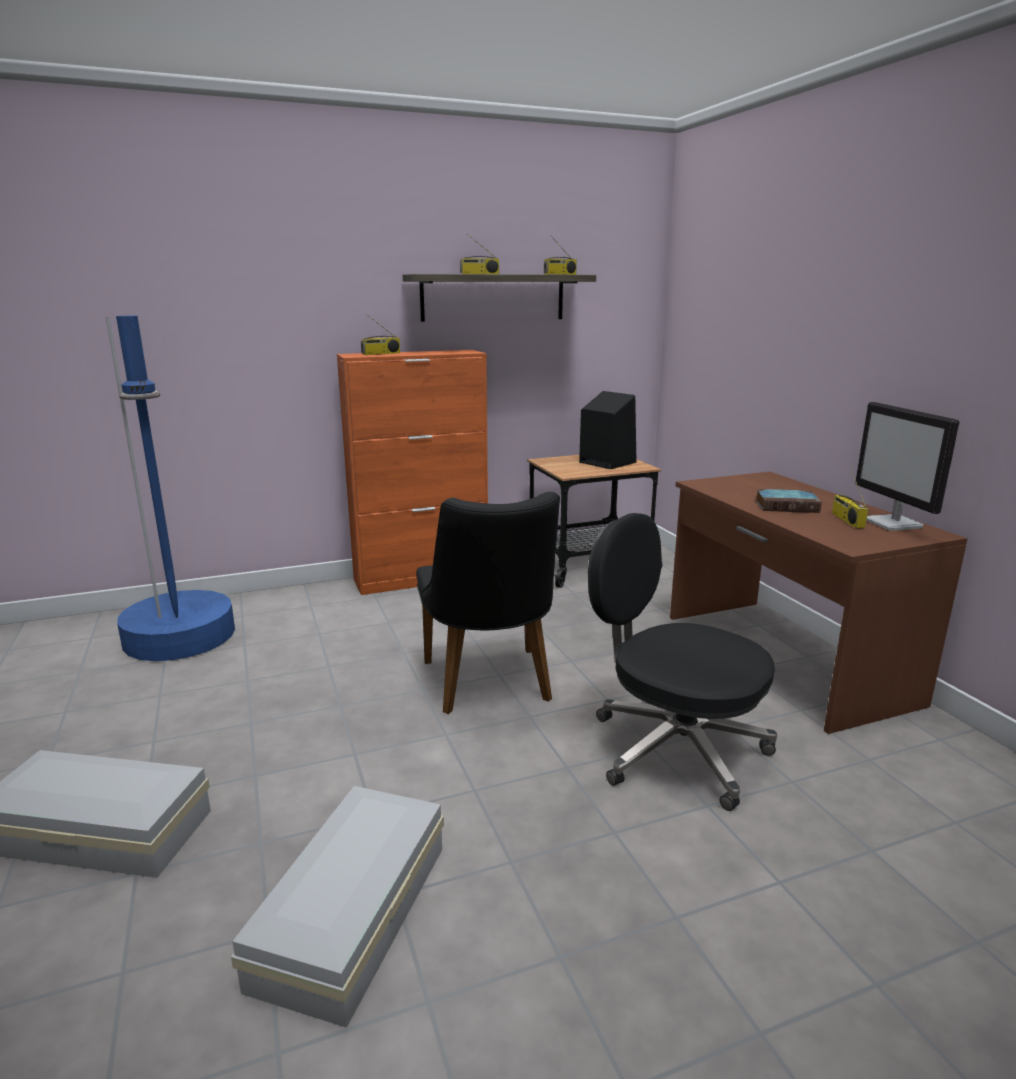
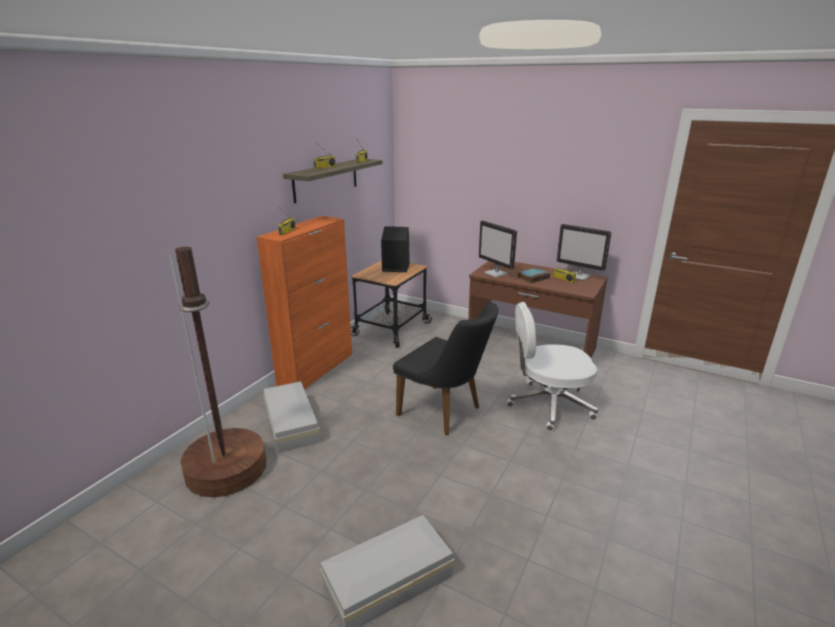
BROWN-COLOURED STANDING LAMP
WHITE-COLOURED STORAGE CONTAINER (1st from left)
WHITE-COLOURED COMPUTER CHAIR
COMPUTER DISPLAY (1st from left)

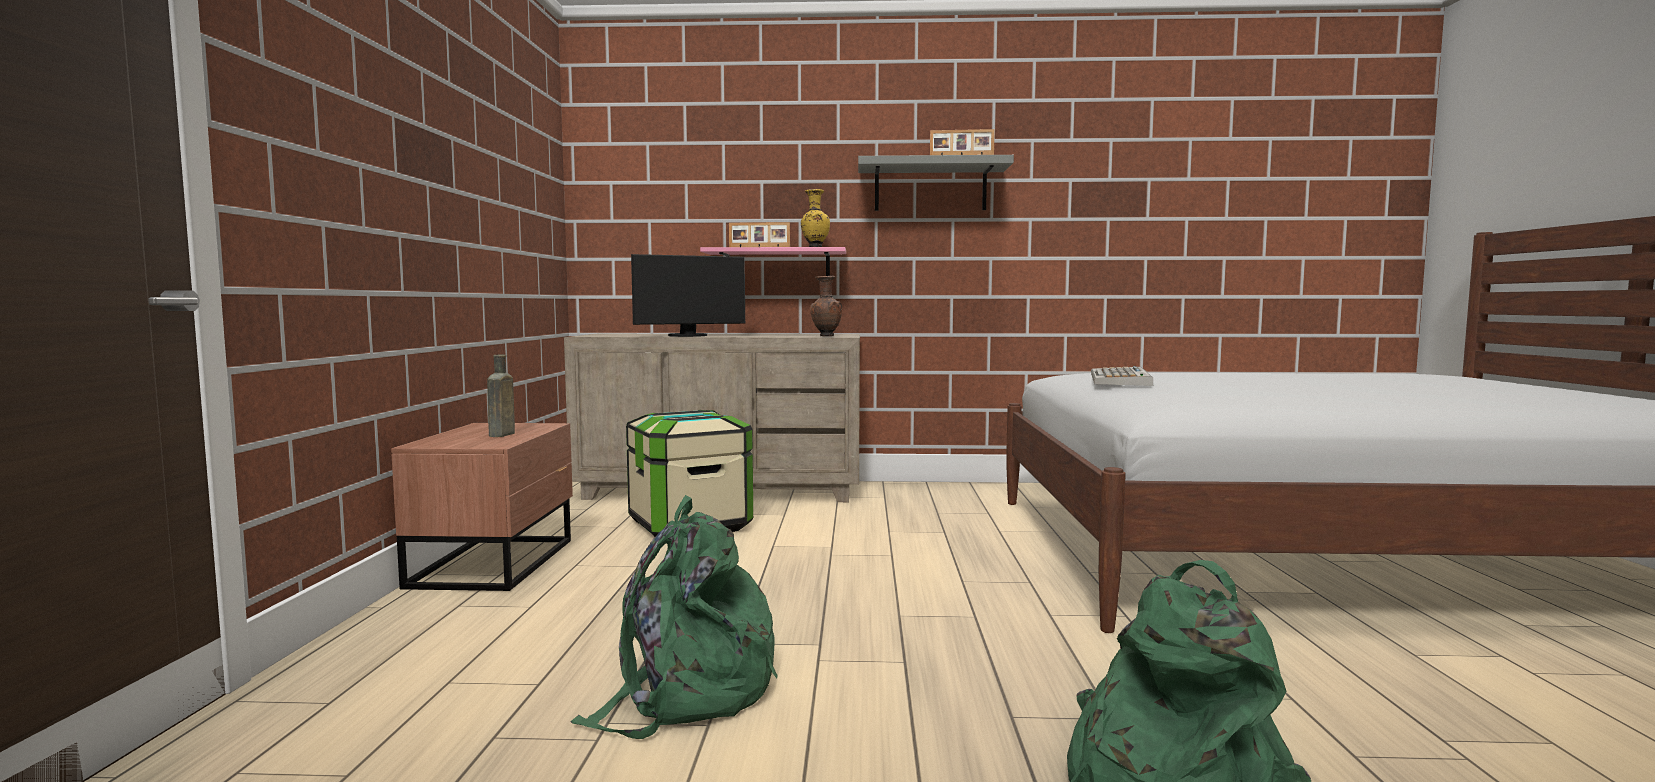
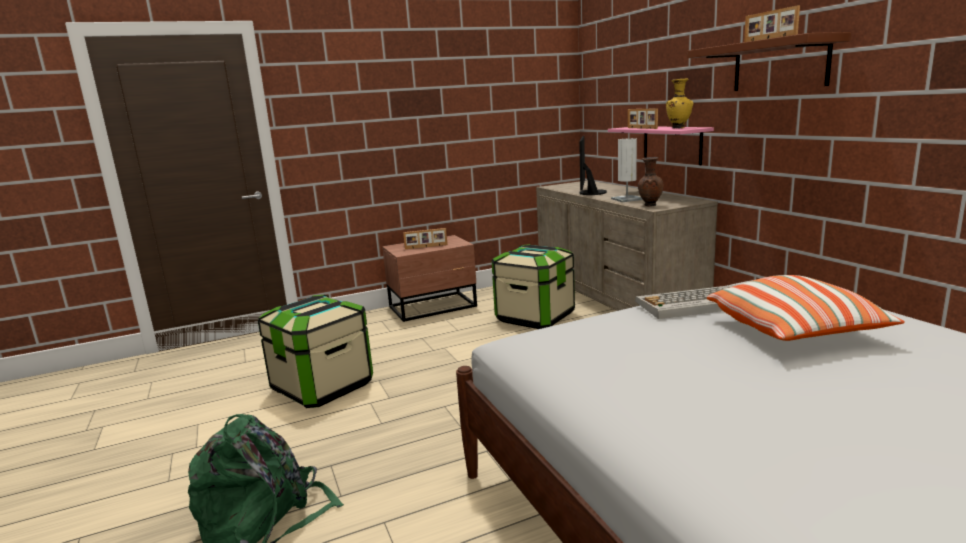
PHOTO FRAME (1st from left)
STORAGE CONTAINER (1st from left)
COMPUTER DISPLAY
BROWN-COLOURED WALL SHELF
WHITE-COLOURED TABLE LAMP
PILLOW

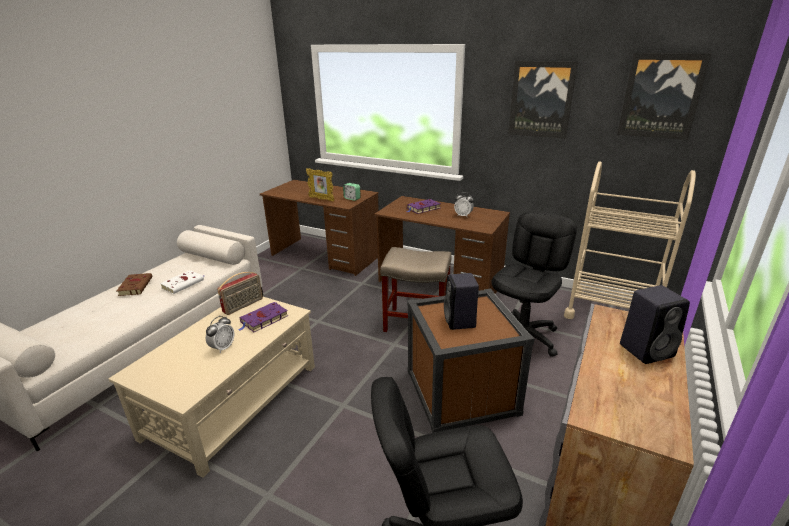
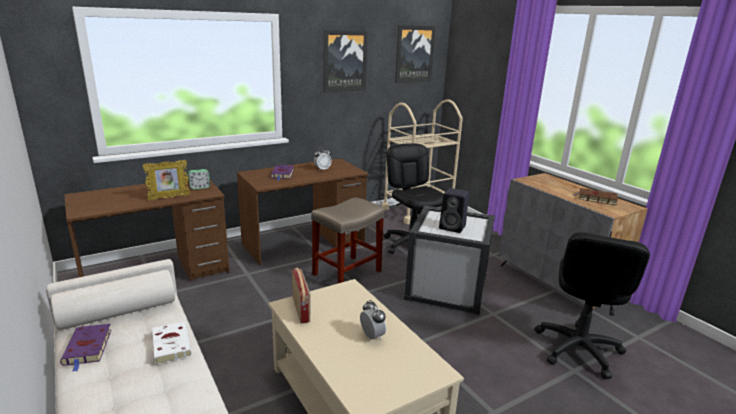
BROWN-COLOURED VOLUME
PURPLE VOLUME (1st from left)
WHITE-COLOURED STORAGE CONTAINER
BLACK SPEAKER (2nd from left in the first image)

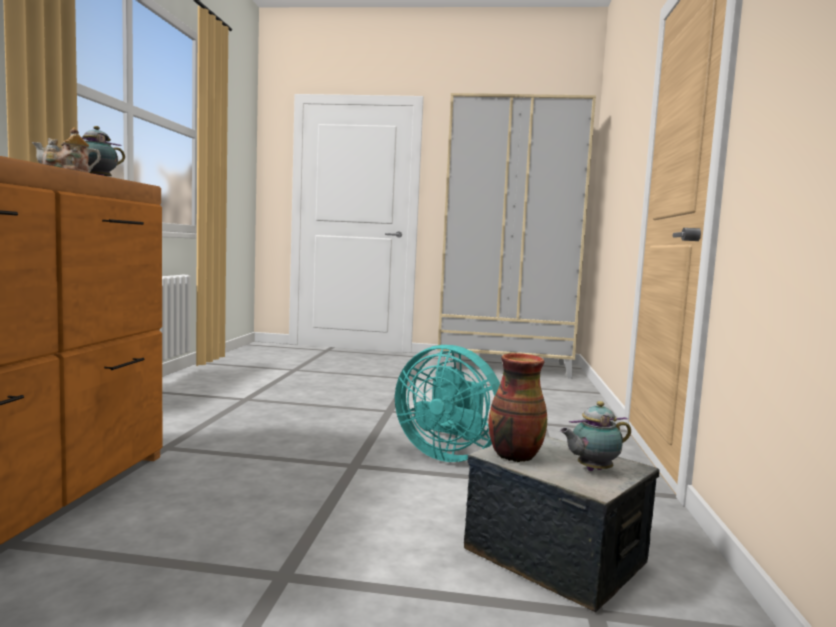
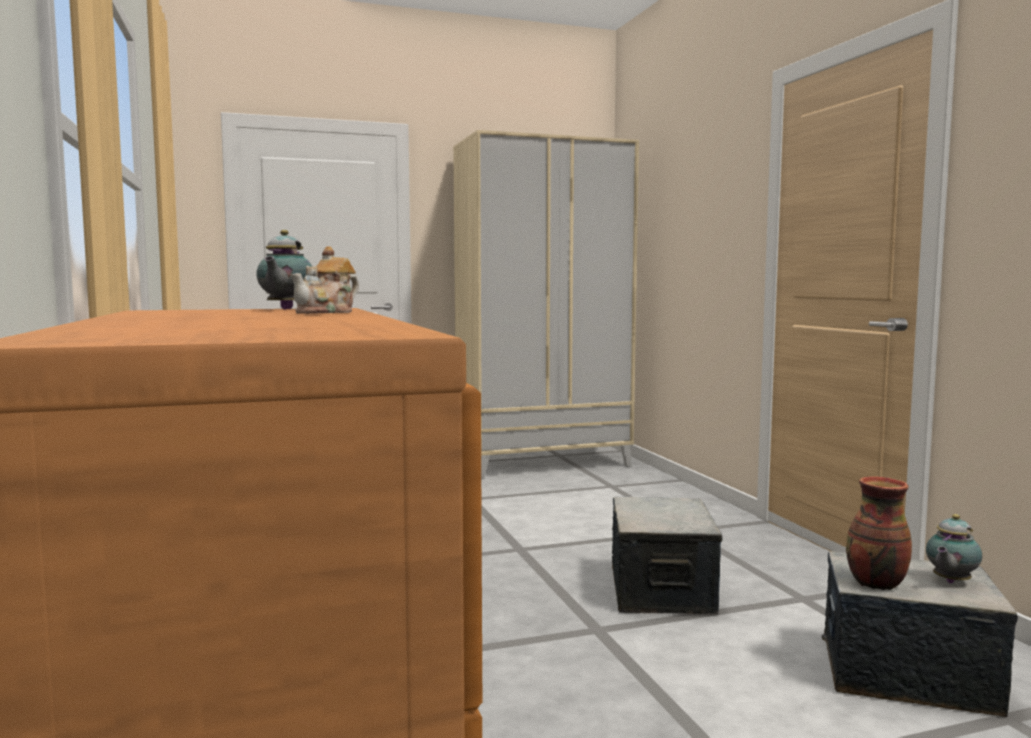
STORAGE CONTAINER (1st from left)

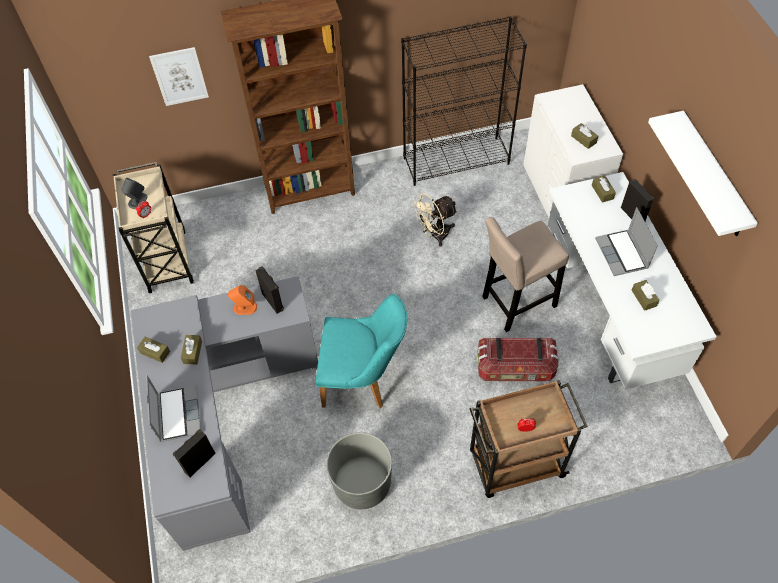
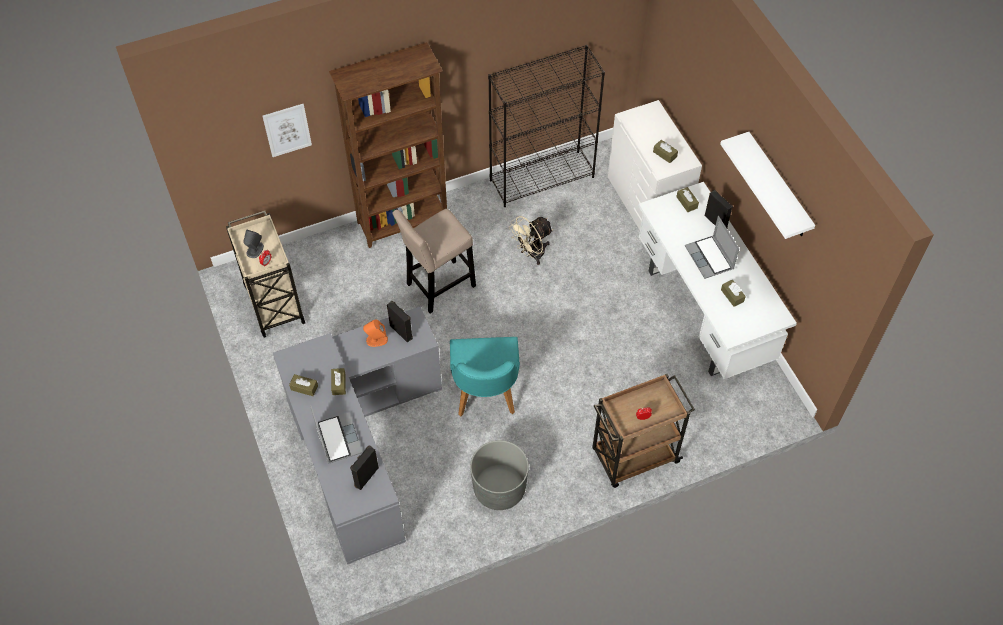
BLUE-GREEN UPRIGHT CHAIR
STORAGE CONTAINER
BEIGE-COLOURED STOOL SEAT

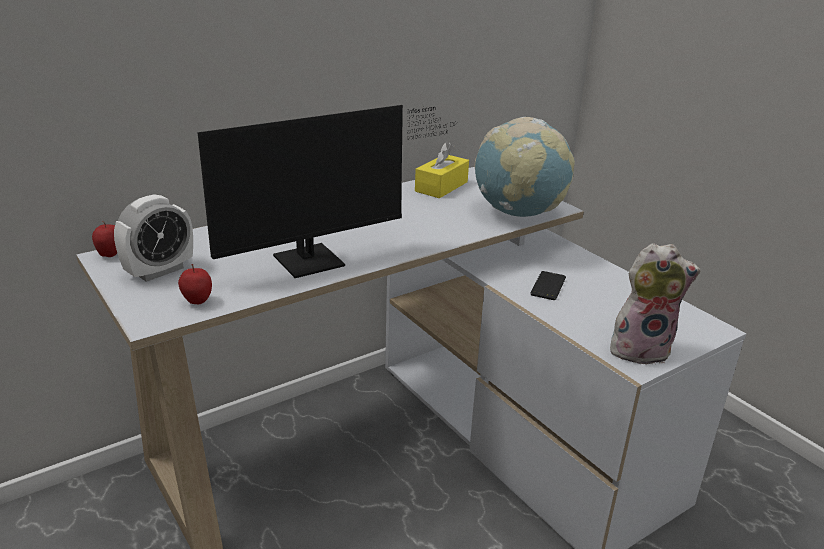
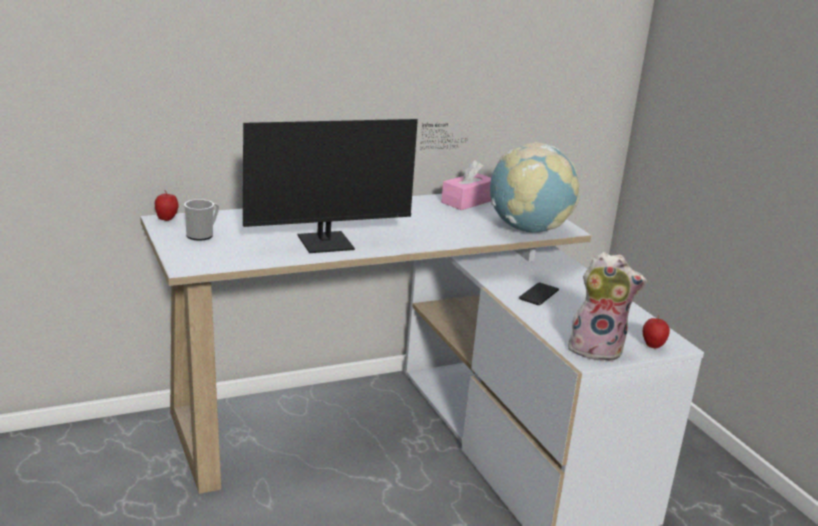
TEA MUG
WHOLE APPLE (2nd from left)
PINK-COLOURED BOX OF TISSUES

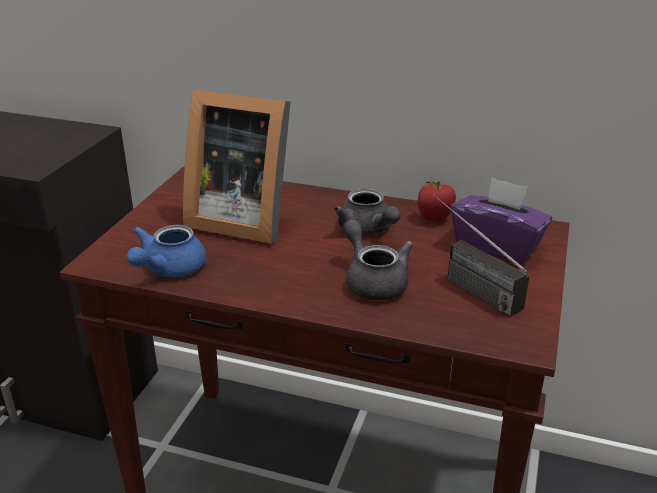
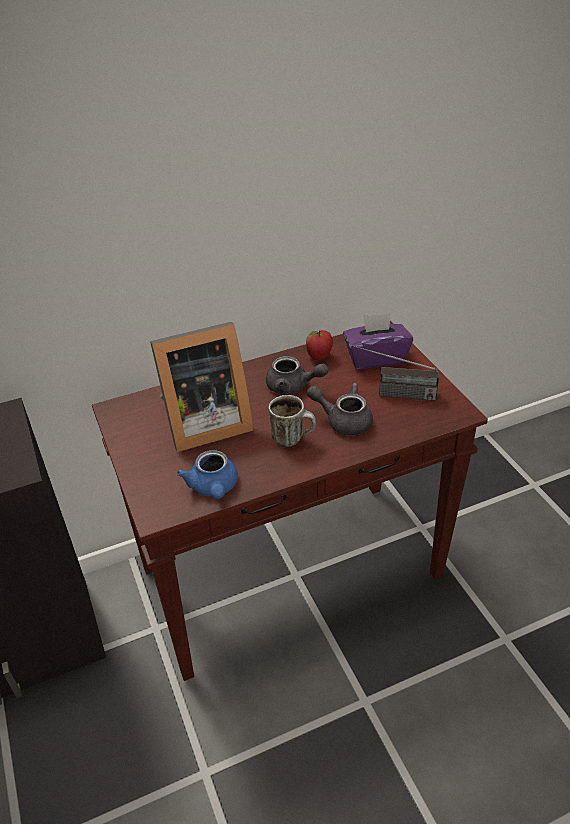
TEA MUG

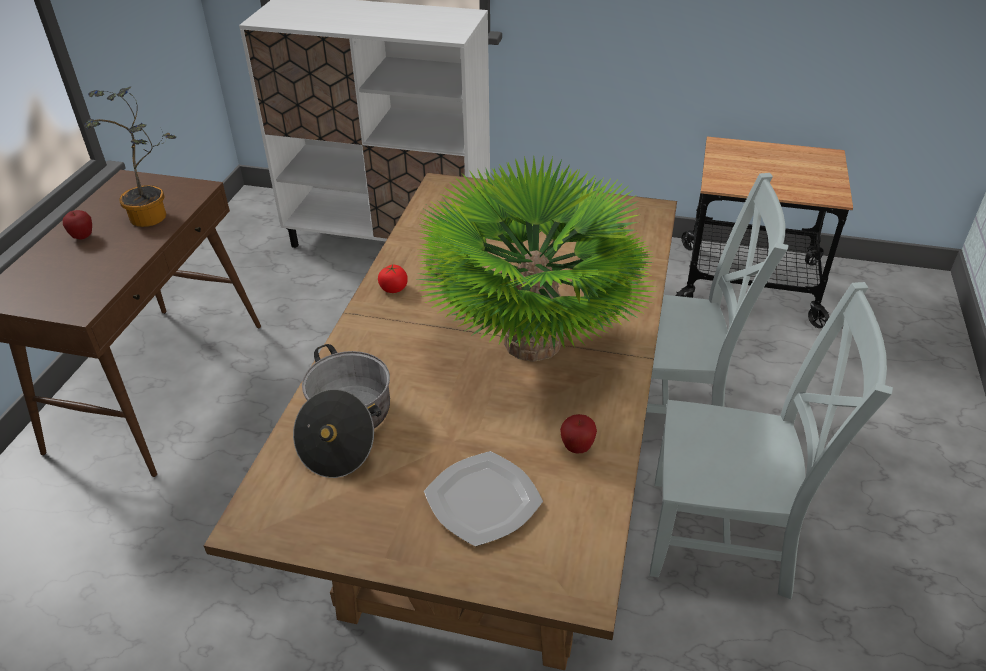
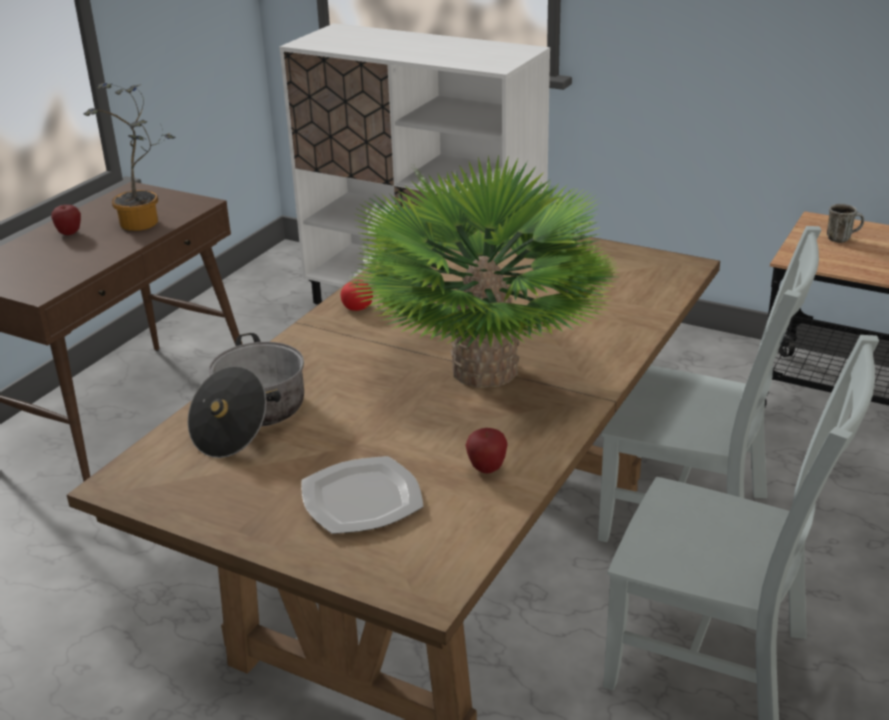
TEA MUG

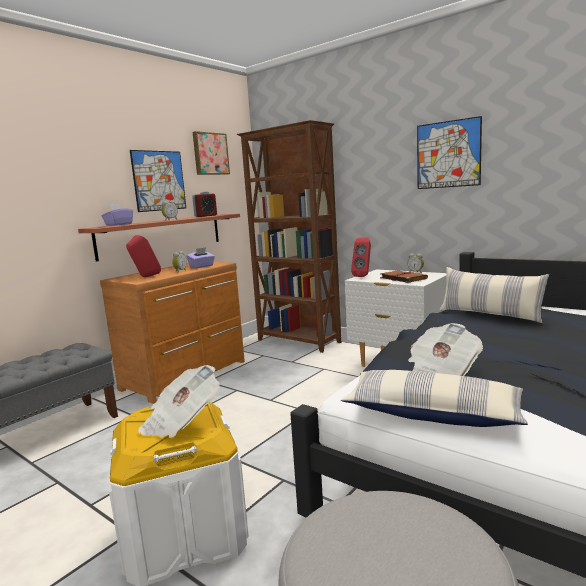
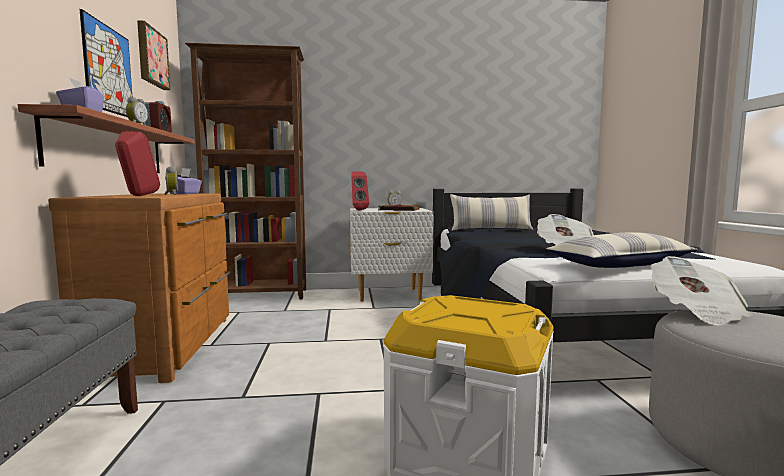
PRINTED PAPER (2nd from left)
PICTURE (3rd from left in the first image)

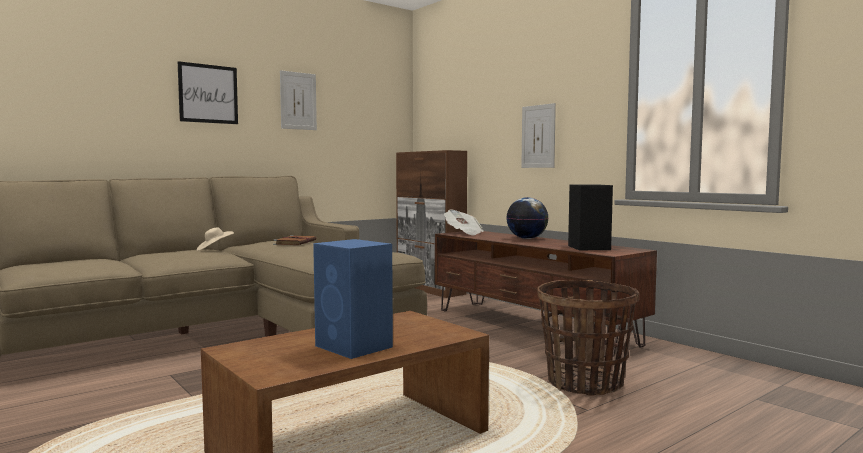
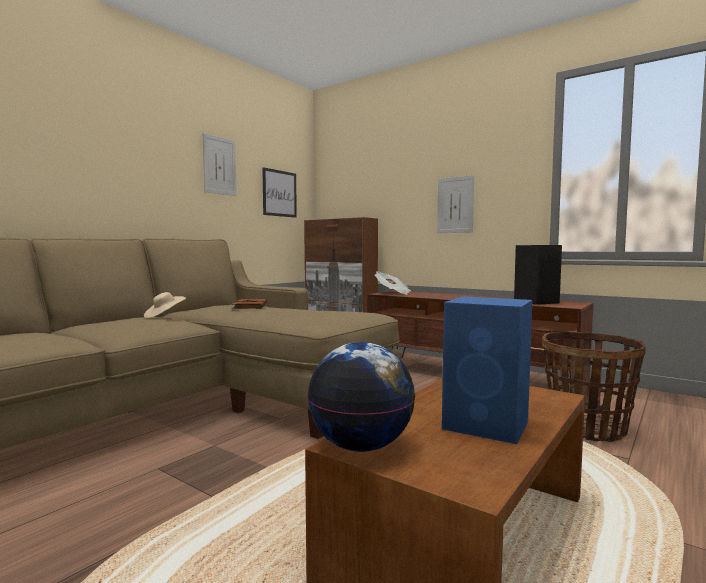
PICTURE (2nd from left)
GLOBE

